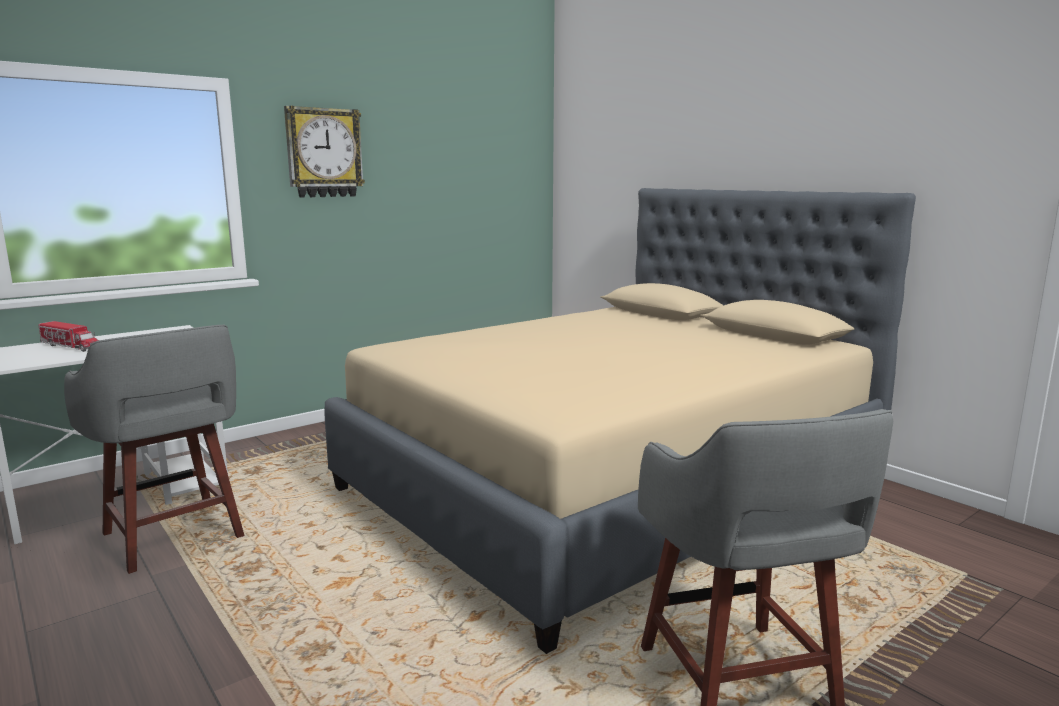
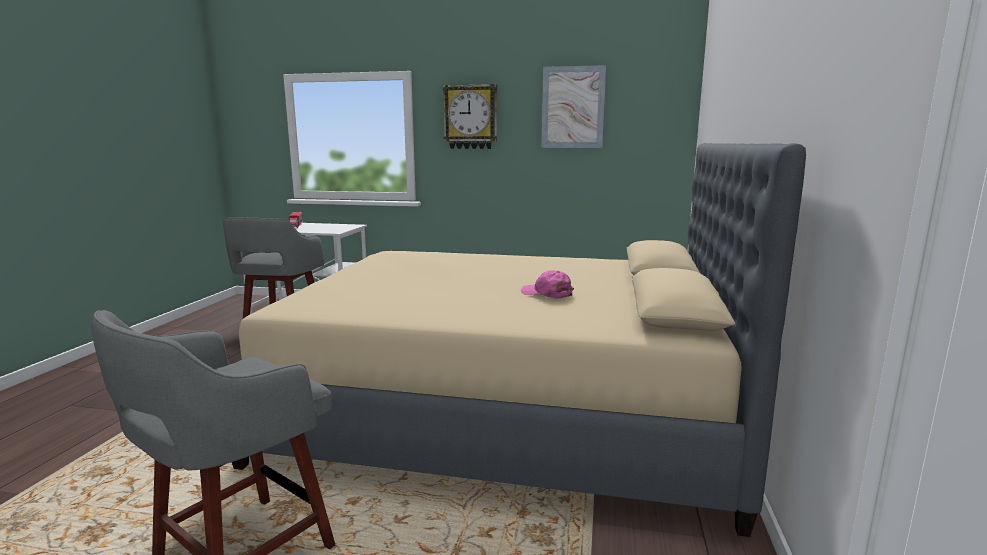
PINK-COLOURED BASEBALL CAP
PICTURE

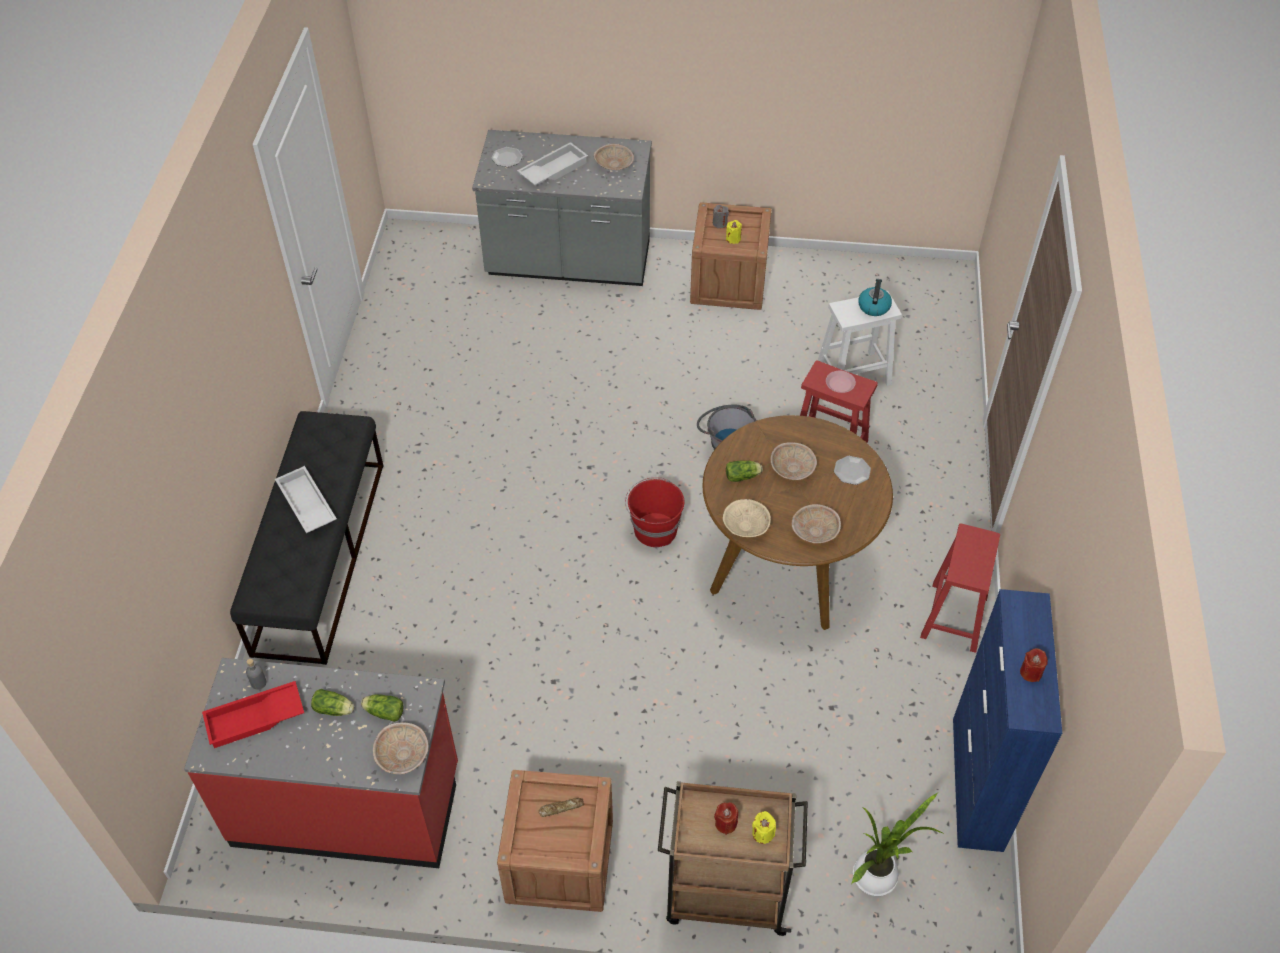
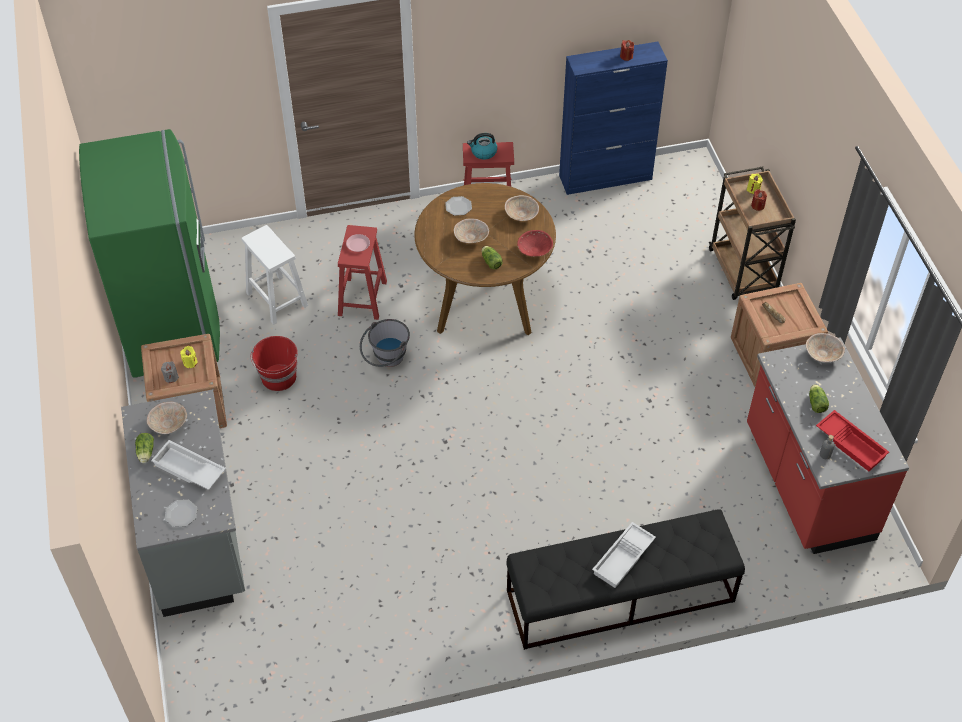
HEAD OF LETTUCE (1st from left)
RED-COLOURED PAIL
RED-COLOURED SERVING BOWL
POTTED PLANT
KETTLE
GREEN REFRIGERATOR

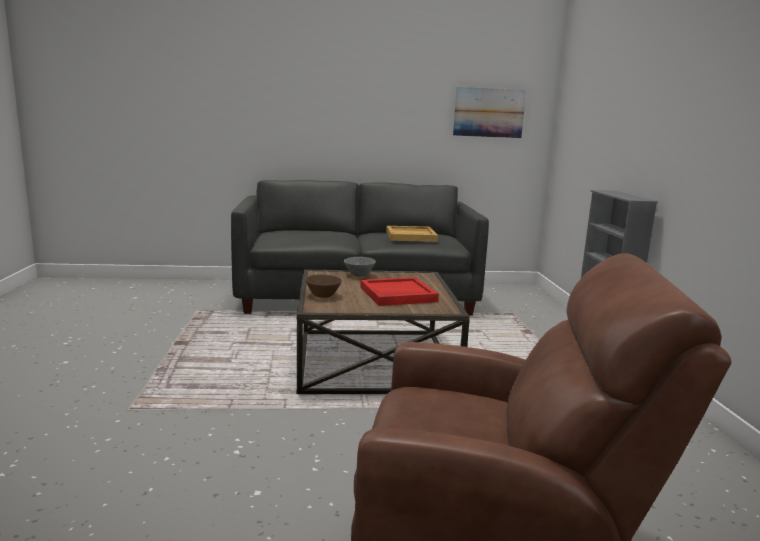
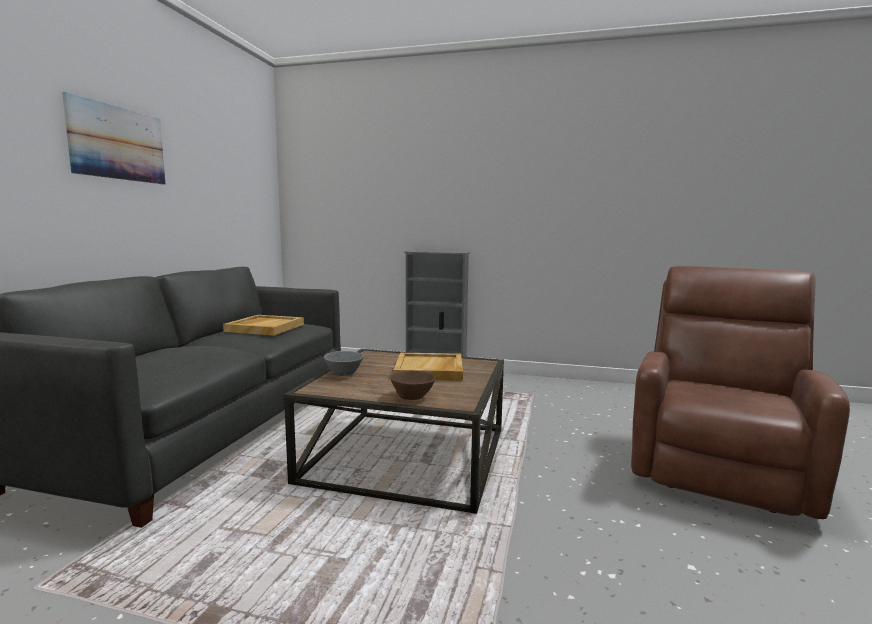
BEIGE-COLOURED TRAY (2nd from left)
PICTURE

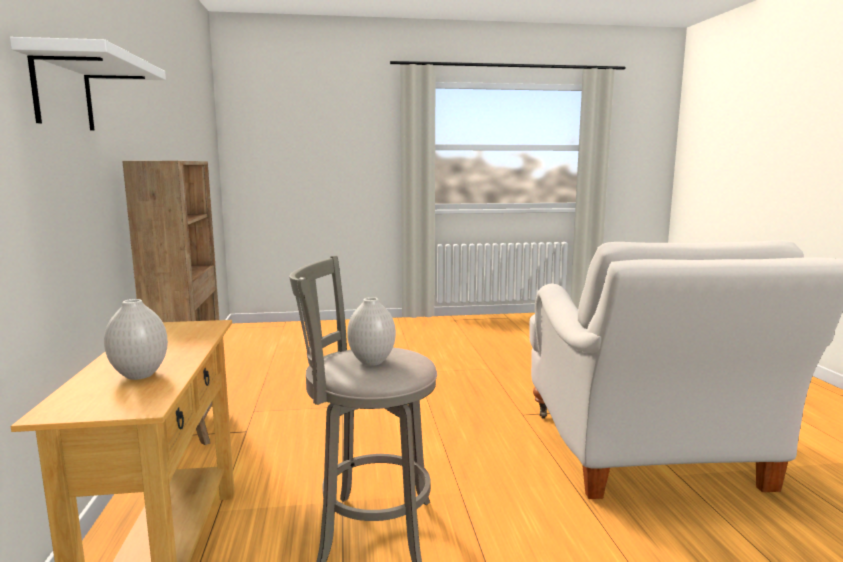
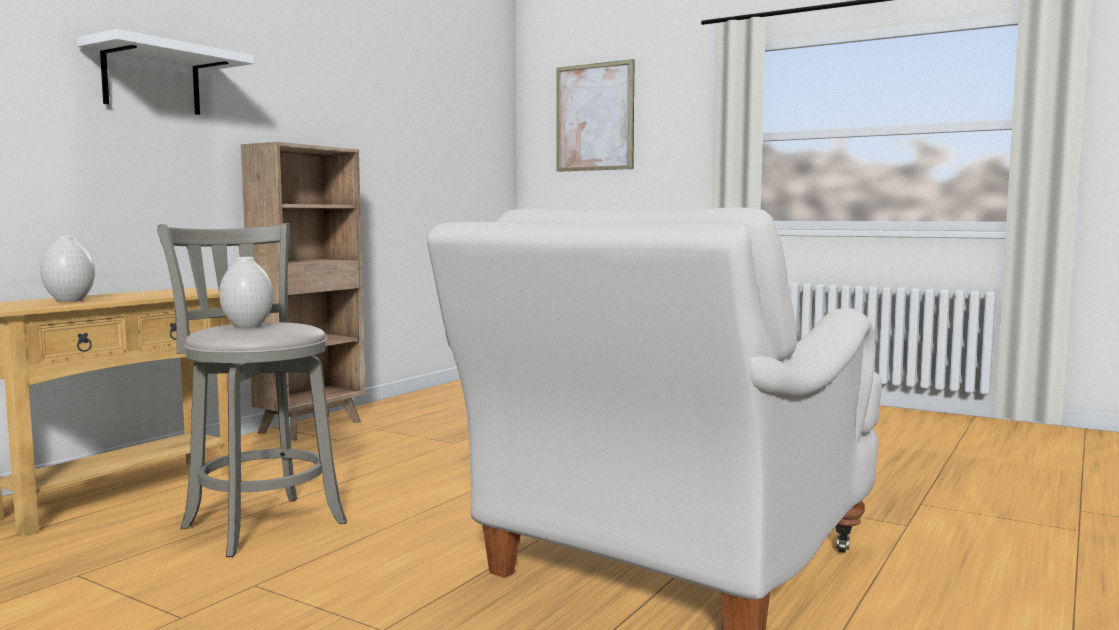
PICTURE

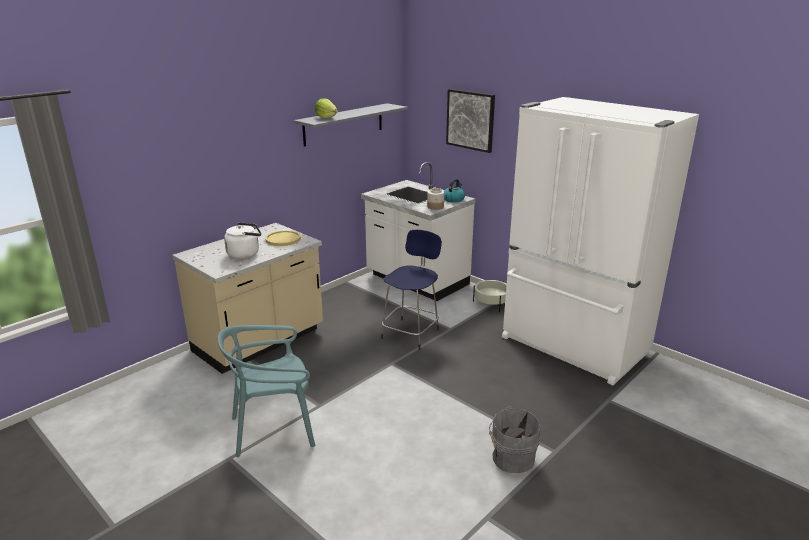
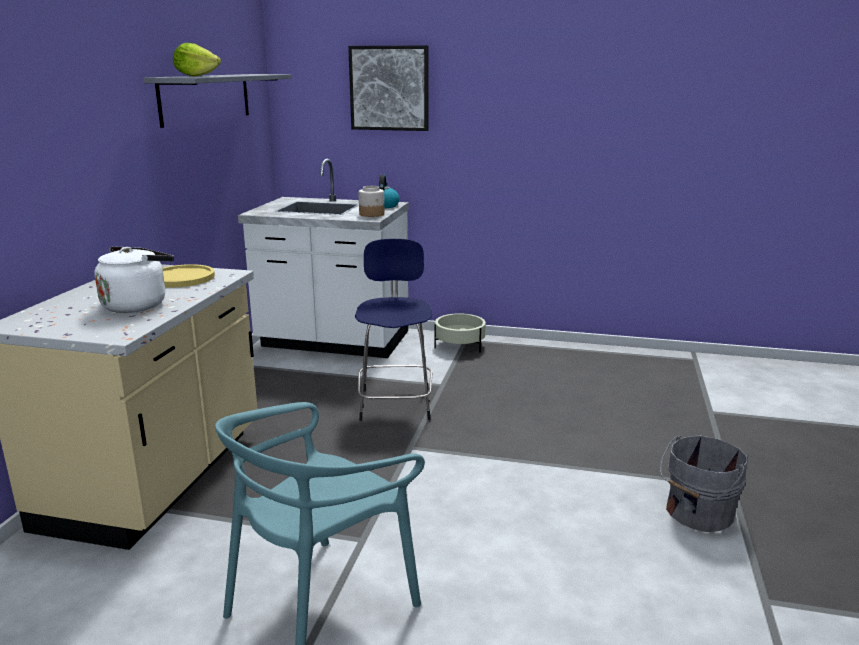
WHITE-COLOURED REFRIGERATOR

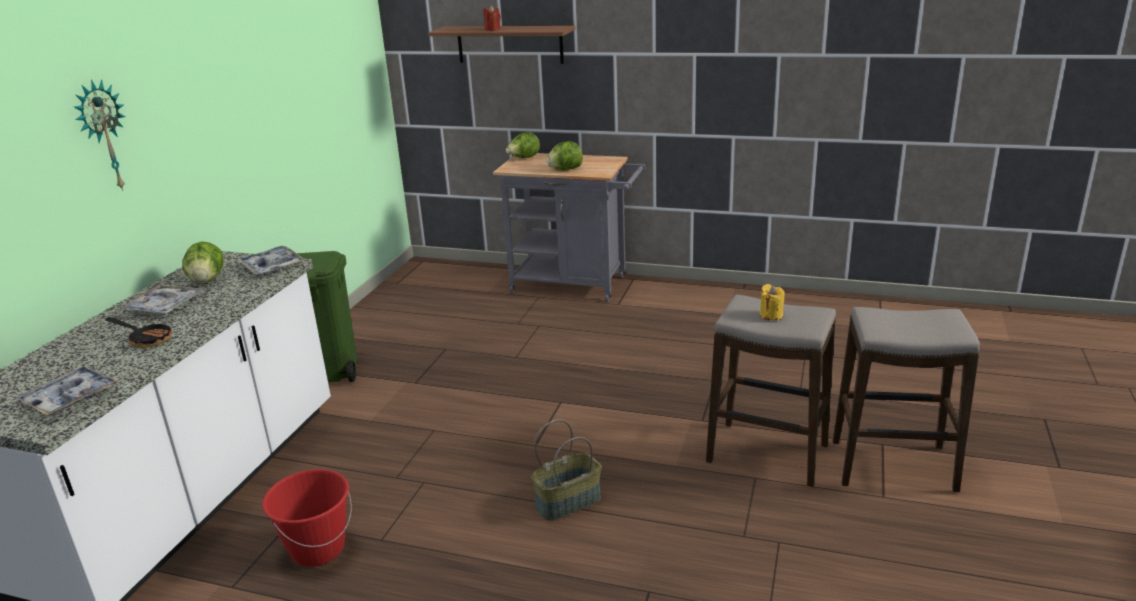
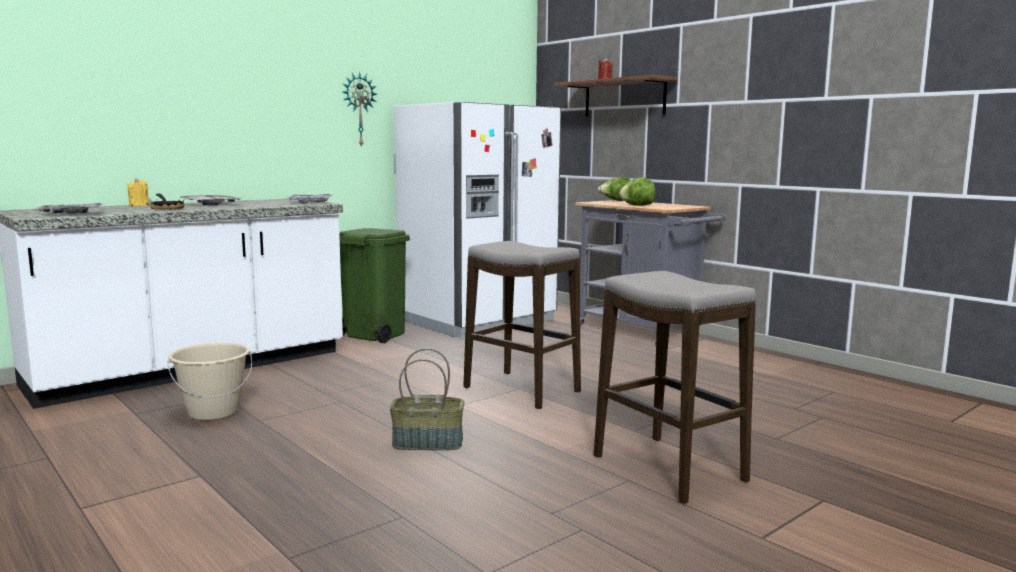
CLOCK ON THE WALL
HEAD OF LETTUCE (1st from left in the first image)
BEIGE-COLOURED PAIL
YELLOW WAX CANDLE
STOOL SEAT (1st from left)
WHITE-COLOURED REFRIGERATOR

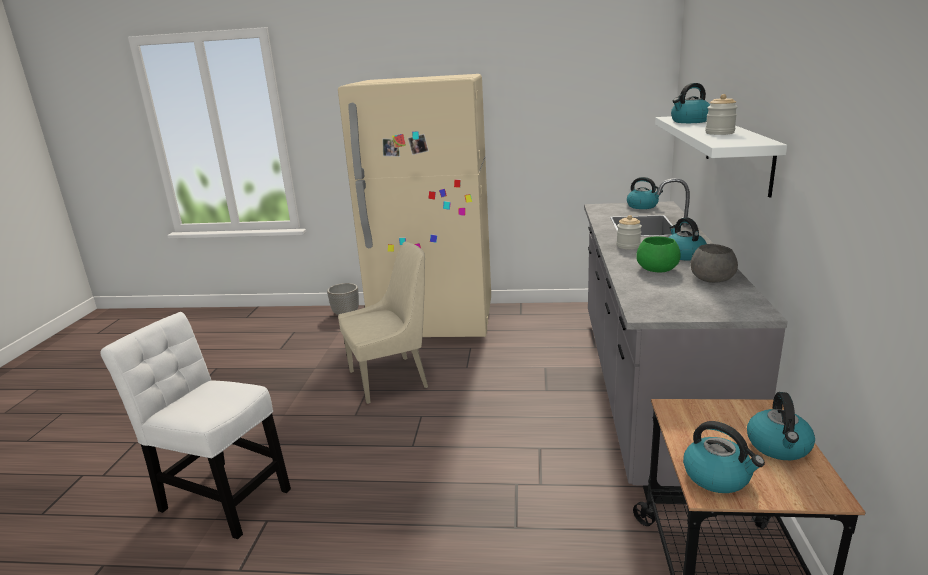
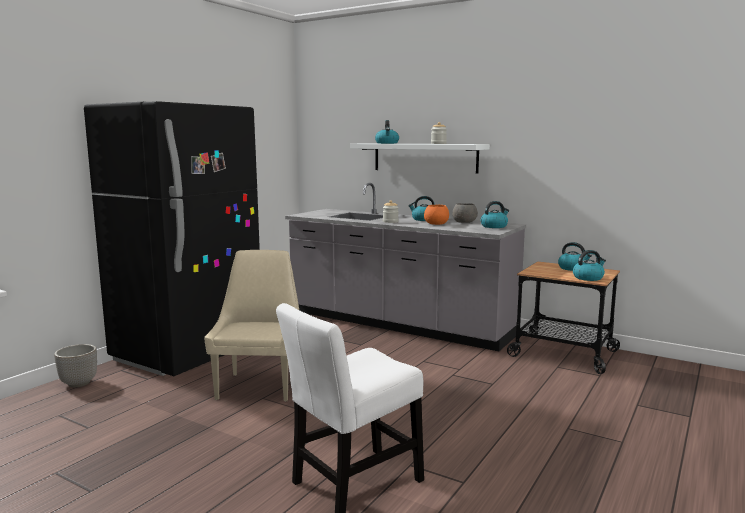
BLACK REFRIGERATOR
KETTLE (3rd from left)
ORANGE-COLOURED SERVING BOWL

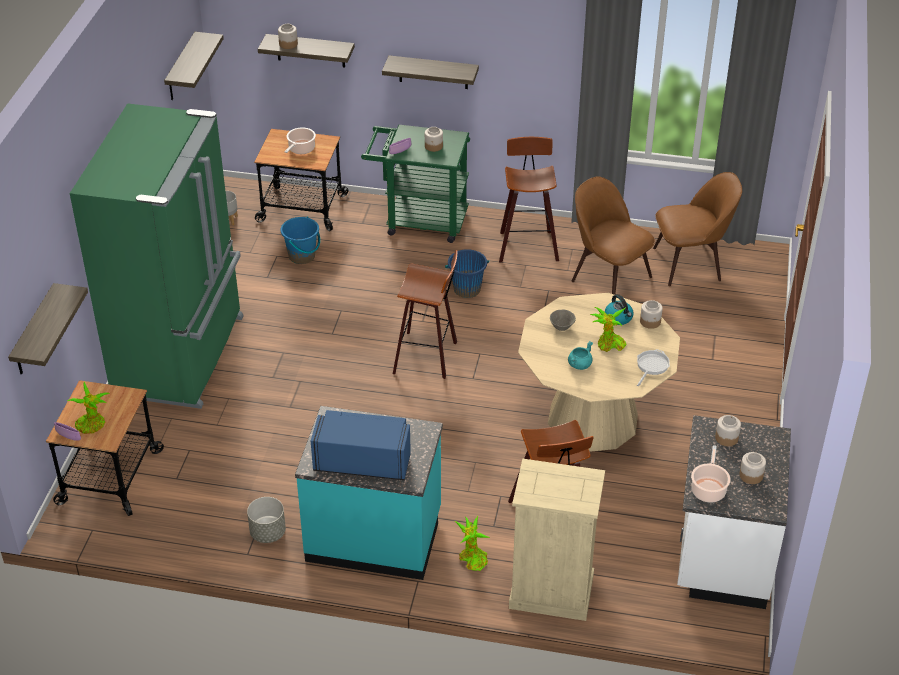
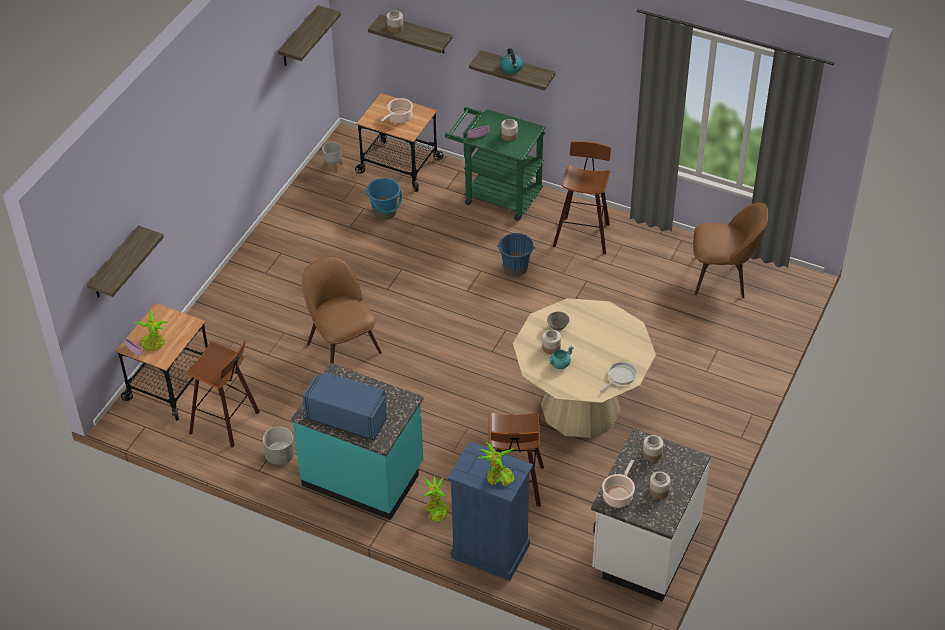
GREEN REFRIGERATOR
STOOL SEAT (1st from left)
BLUE-COLOURED CHEST OF DRAWERS
BROWN-COLOURED UPRIGHT CHAIR (1st from left)
POTTED PLANT (3rd from left)
KETTLE
STORAGE JAR (3rd from left)

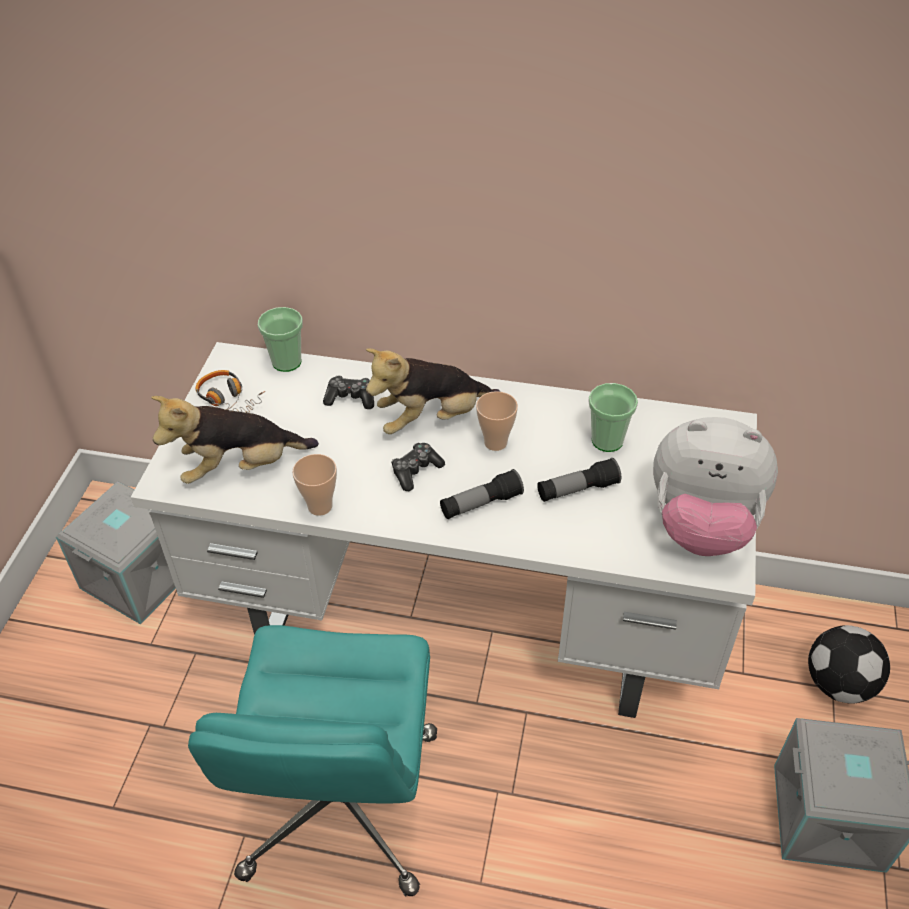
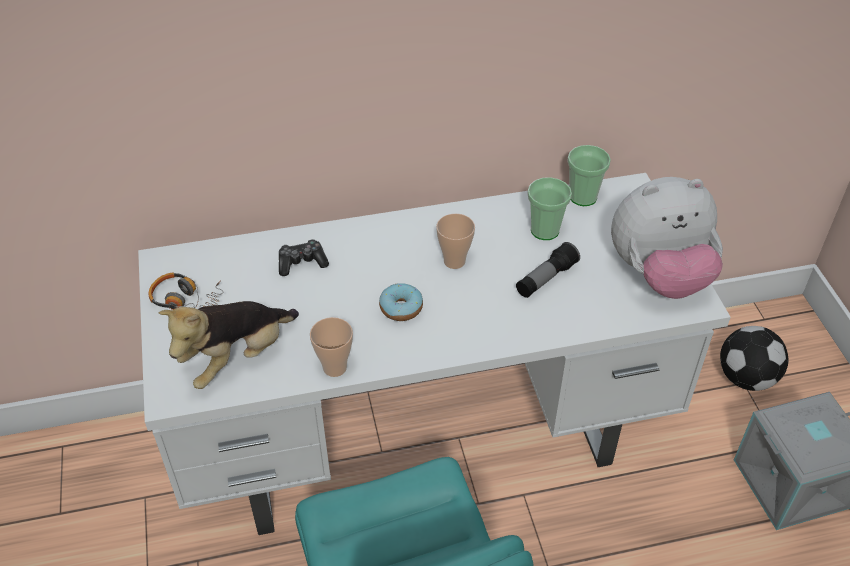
GREY STORAGE CONTAINER (1st from left in the first image)
CUP (4th from left)
PLUSH TOY (2nd from left in the first image)
DONUT
FLASHLIGHT (1st from left in the first image)

